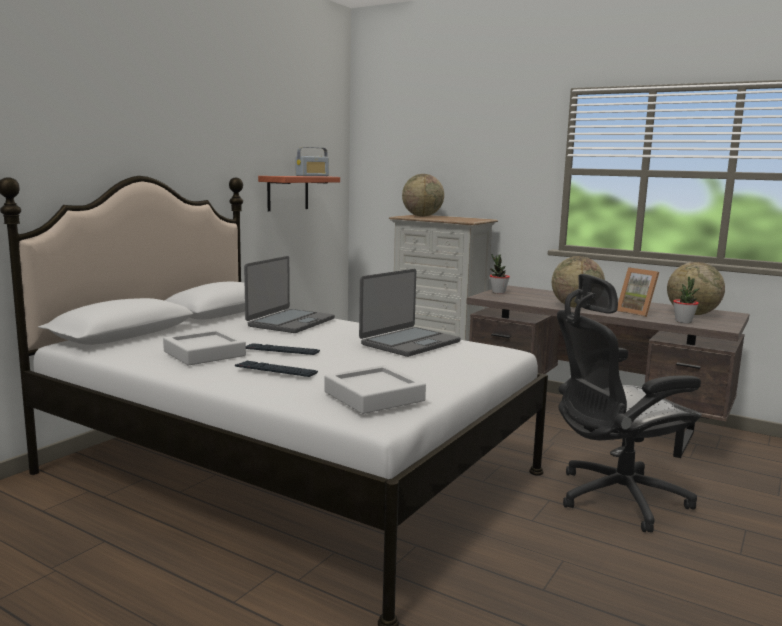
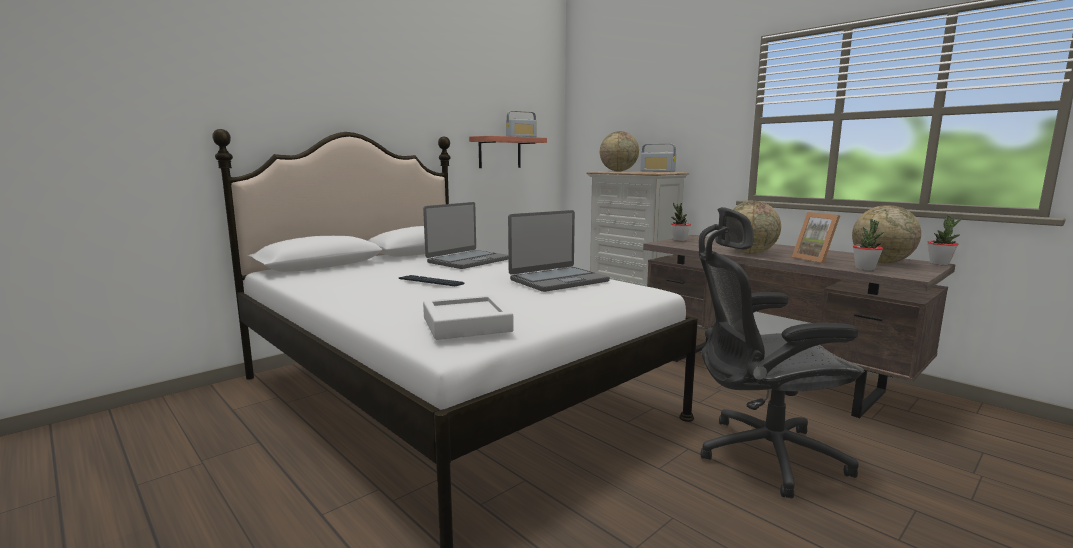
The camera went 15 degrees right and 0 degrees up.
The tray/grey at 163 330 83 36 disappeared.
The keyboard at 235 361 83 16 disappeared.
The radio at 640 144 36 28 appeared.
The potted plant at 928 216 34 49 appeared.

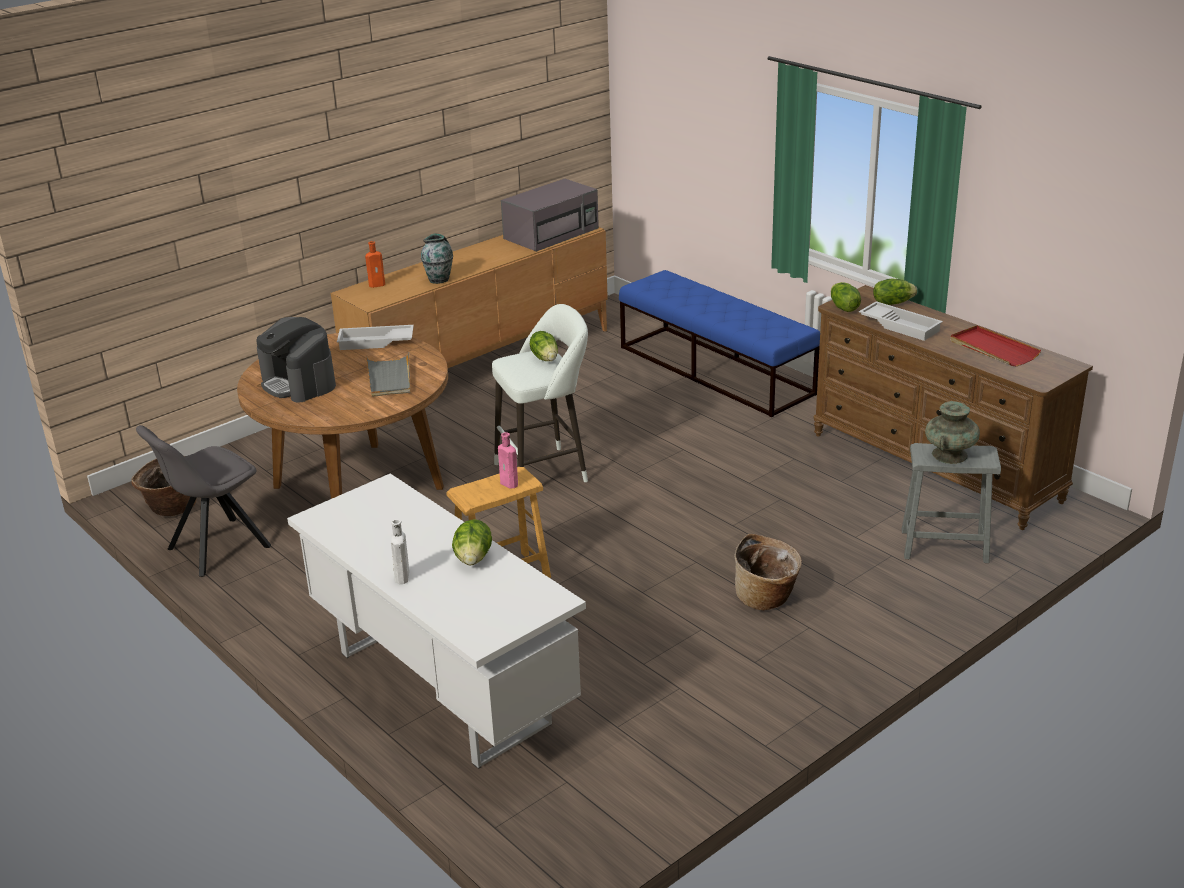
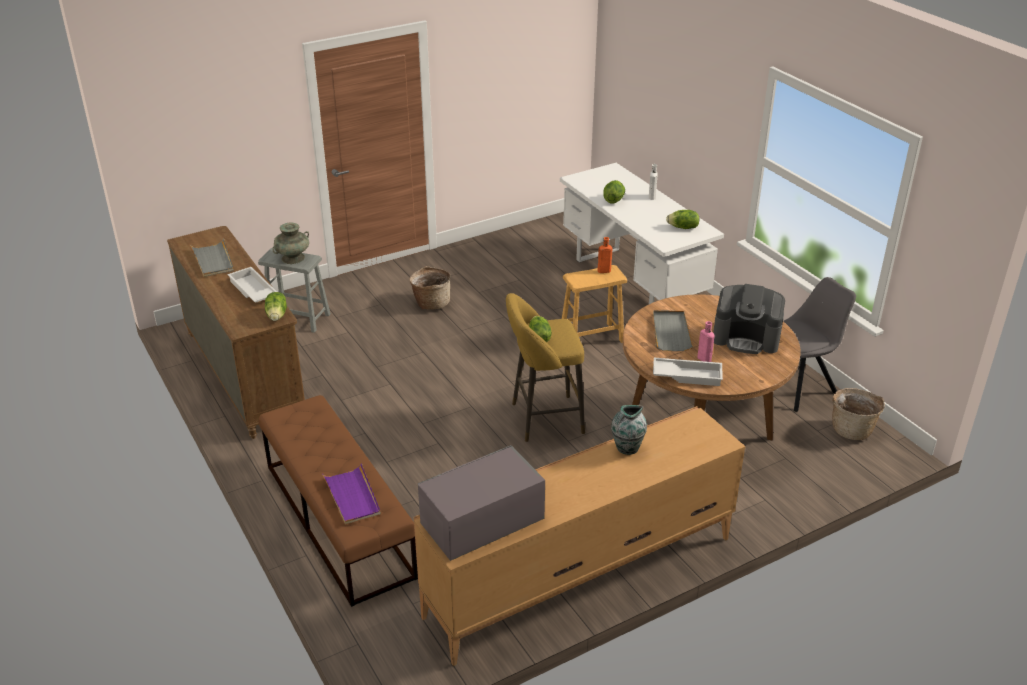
The camera went 170 degrees left and 5 degrees up.
The bottle/orange moved from 365 241 20 47 to 597 237 15 36.
The bench/blue at 619 270 201 147 became the bench/brown at 259 395 159 212.
The lettuce moved from 873 278 44 27 to 666 210 34 19.
The stool/white at 492 304 96 178 became the stool/yellow at 506 293 79 149.
The coffee machine at 256 317 80 86 turned 135 degrees clockwise.
The tray/red at 950 325 91 42 became the tray/grey at 190 239 44 38.
The bottle/pink moved from 498 432 20 57 to 697 321 18 41.
The tray/purple at 322 463 59 61 appeared.

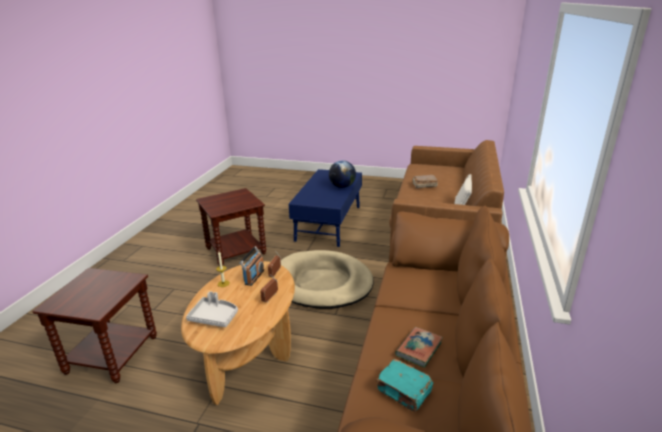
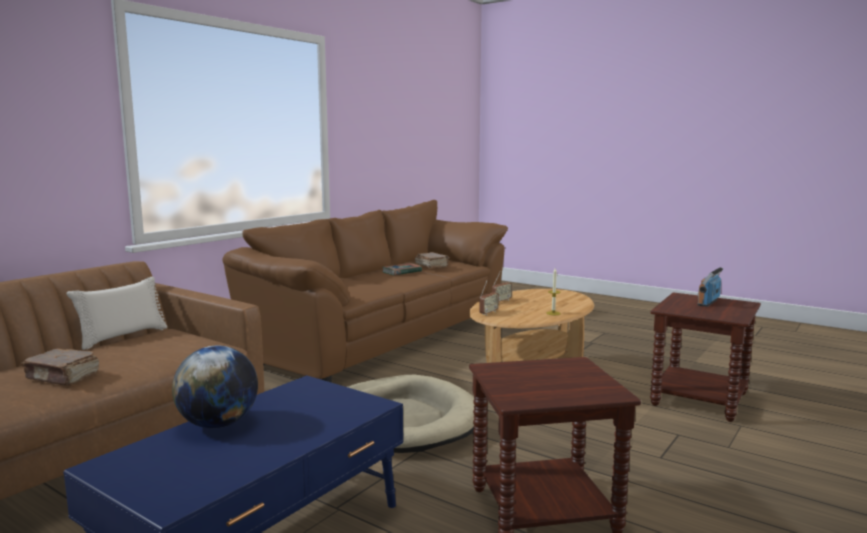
The camera went 160 degrees left and 15 degrees down.
The radio moved from 240 246 24 40 to 697 267 26 40.
The tray/grey at 186 292 52 35 disappeared.
The book/turquoise at 376 359 57 53 became the book/brown at 415 252 34 16.

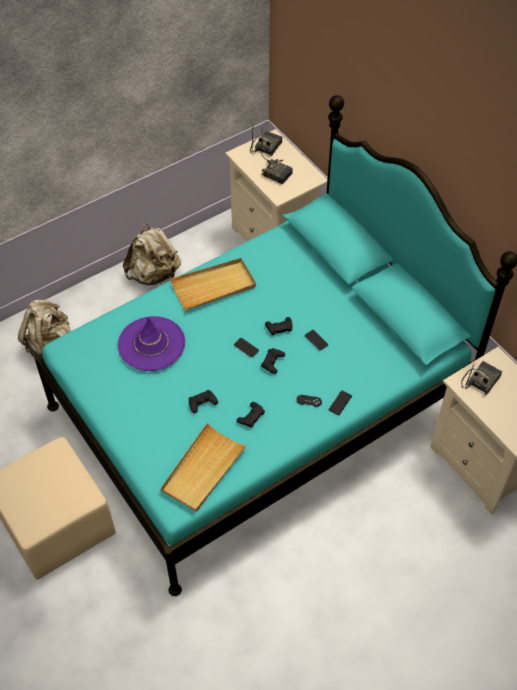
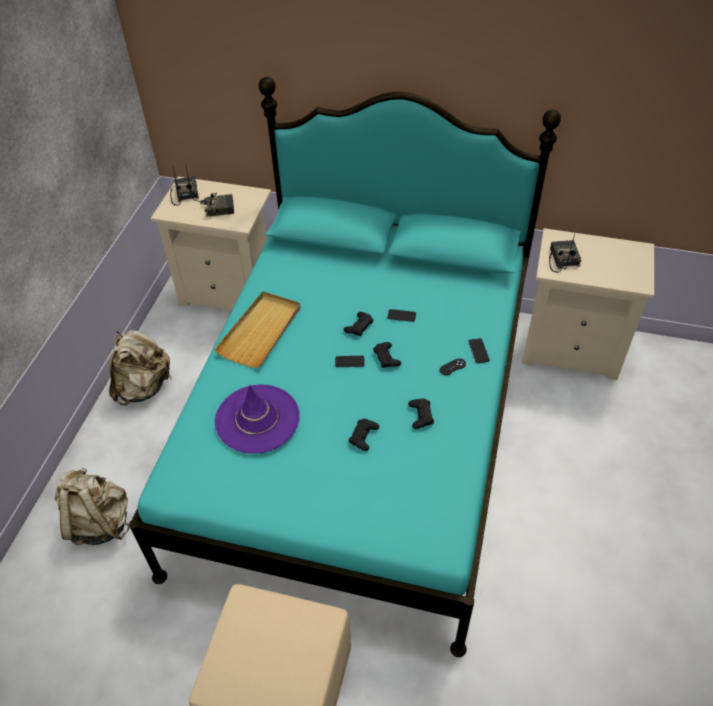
The camera went 40 degrees left and 5 degrees down.
The tray/beige at 161 423 86 89 disappeared.

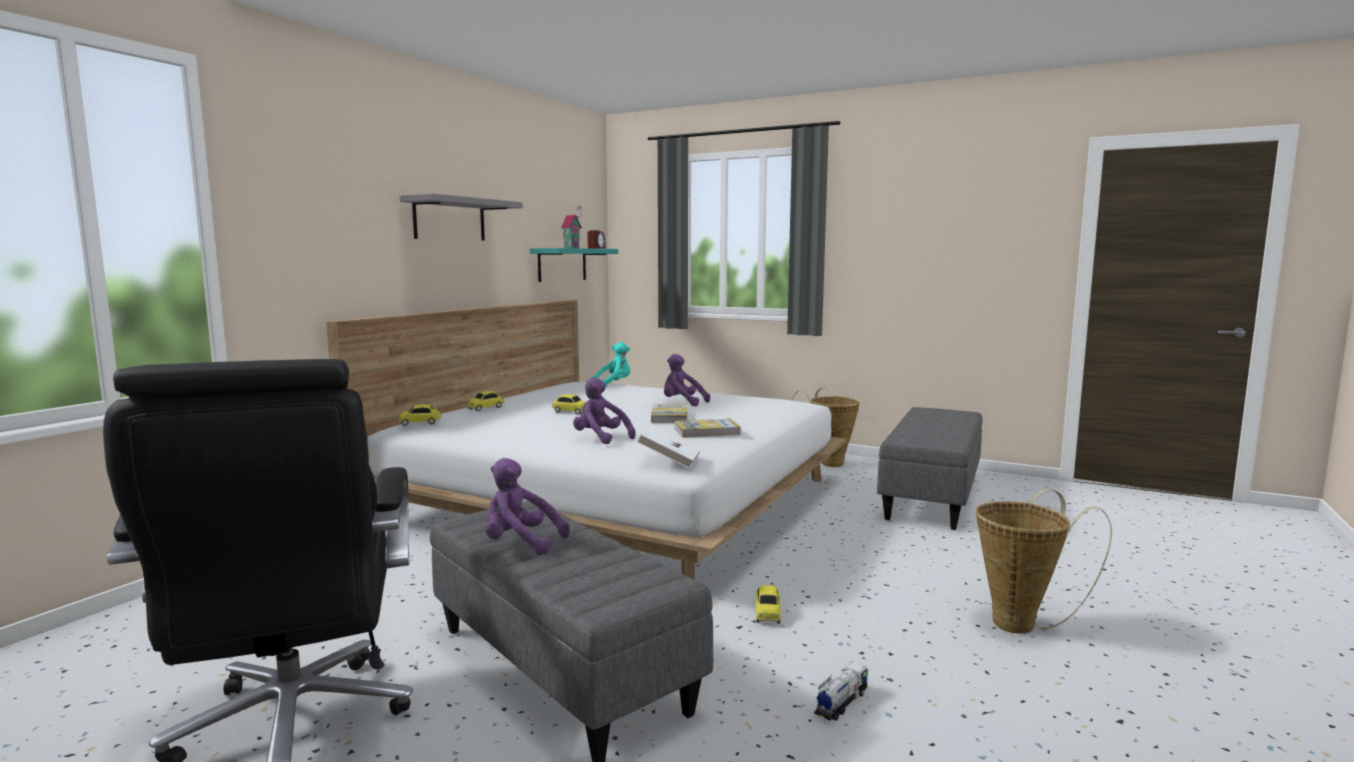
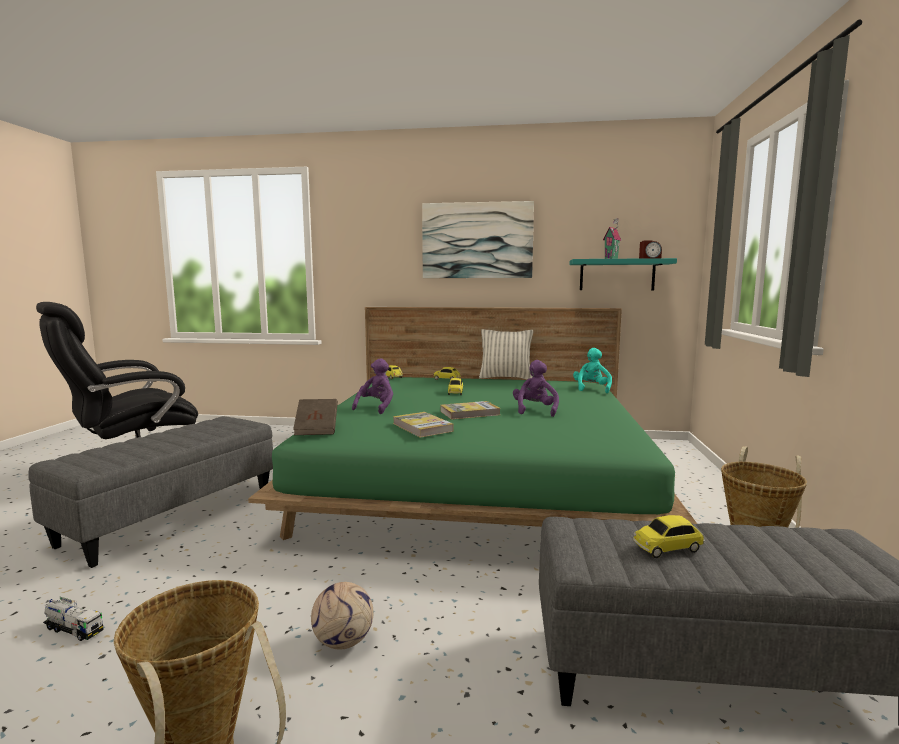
The camera went 70 degrees right and 0 degrees up.
The shelf/grey at 400 193 123 48 was replaced by the picture at 422 201 112 77.
The bed/white at 326 300 521 280 became the bed/green at 248 307 449 233.
The plush toy/turquoise at 592 342 38 45 turned 120 degrees counterclockwise.
The book/white at 637 425 64 43 became the book/brown at 293 399 45 36.
The plush toy/purple at 485 458 85 97 disappeared.
The toy car moved from 755 585 26 38 to 633 515 71 43.
The pillow at 479 329 54 50 appeared.
The football at 311 582 63 68 appeared.

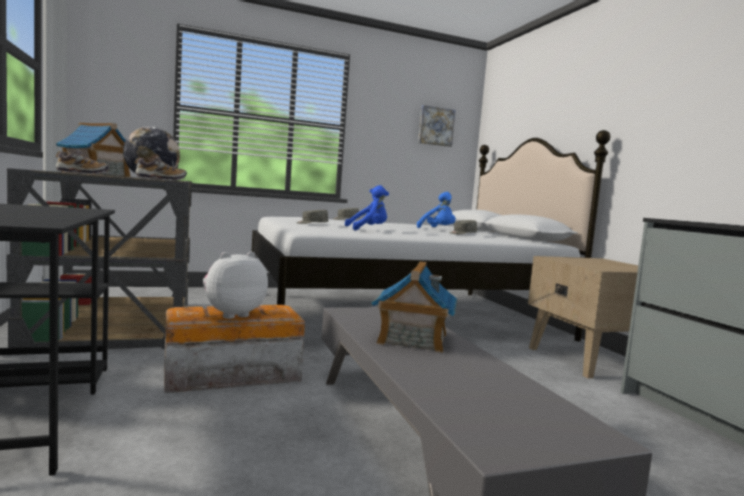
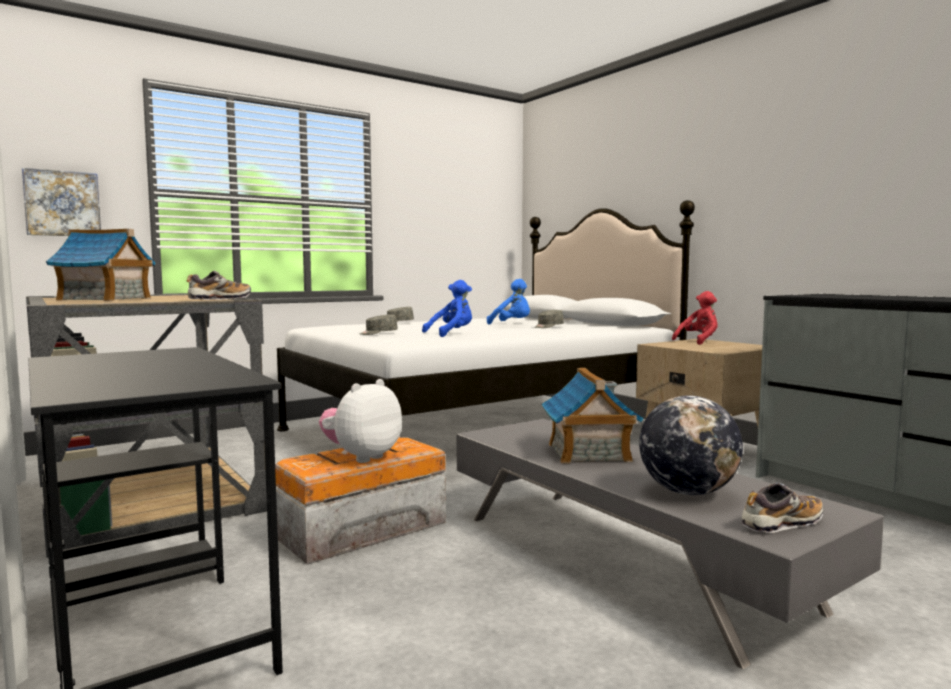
The camera went 15 degrees left and 0 degrees up.
The picture moved from 418 105 37 42 to 22 168 79 68.
The globe moved from 123 127 57 53 to 639 395 104 100.
The shoe moved from 56 150 53 24 to 741 483 82 50.
The plush toy/red at 672 291 46 54 appeared.

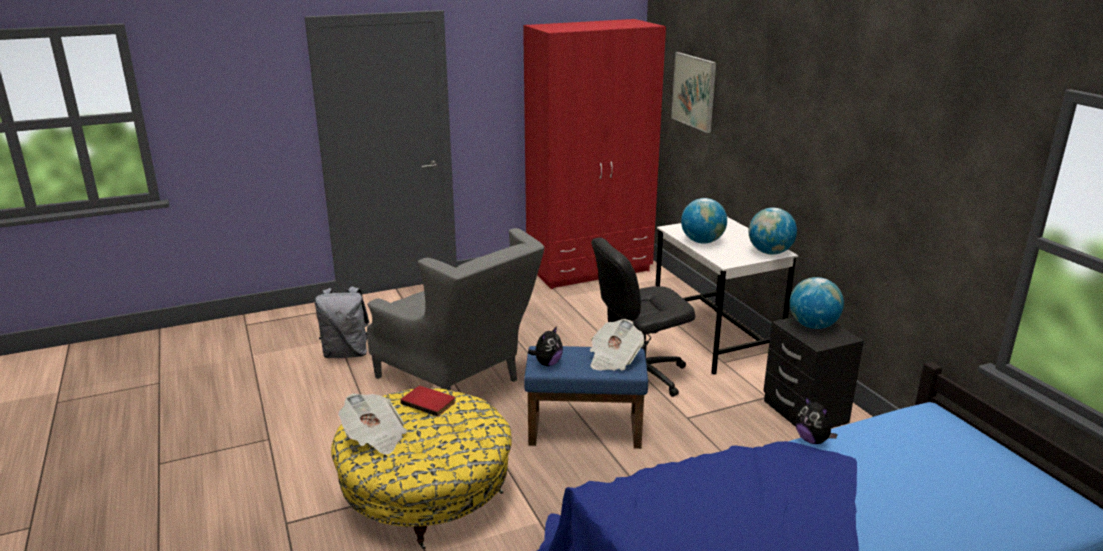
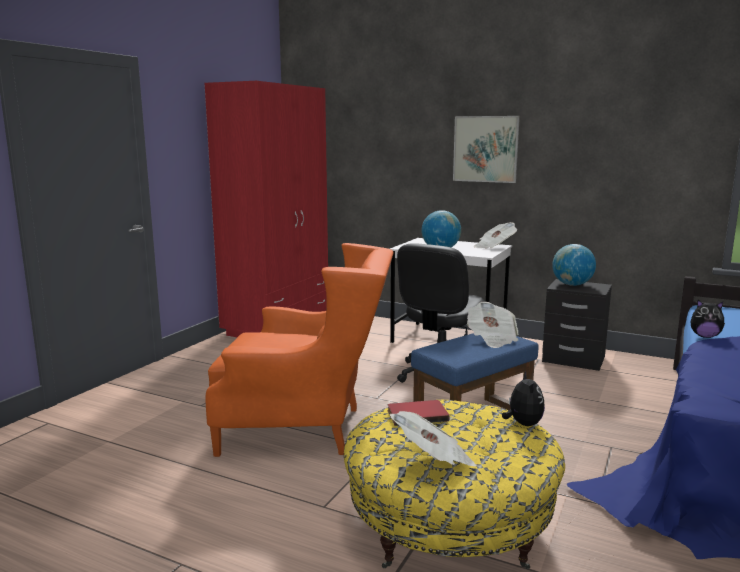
The camera went 40 degrees left and 10 degrees down.
The picture moved from 671 52 45 81 to 453 116 67 67.
The globe at 749 208 48 47 was replaced by the newspaper at 474 222 43 26.
The armchair/grey at 367 228 177 162 became the armchair/orange at 206 243 188 214.
The backpack/grey at 315 286 54 72 disappeared.
The plush toy moved from 528 326 35 40 to 502 372 43 54.

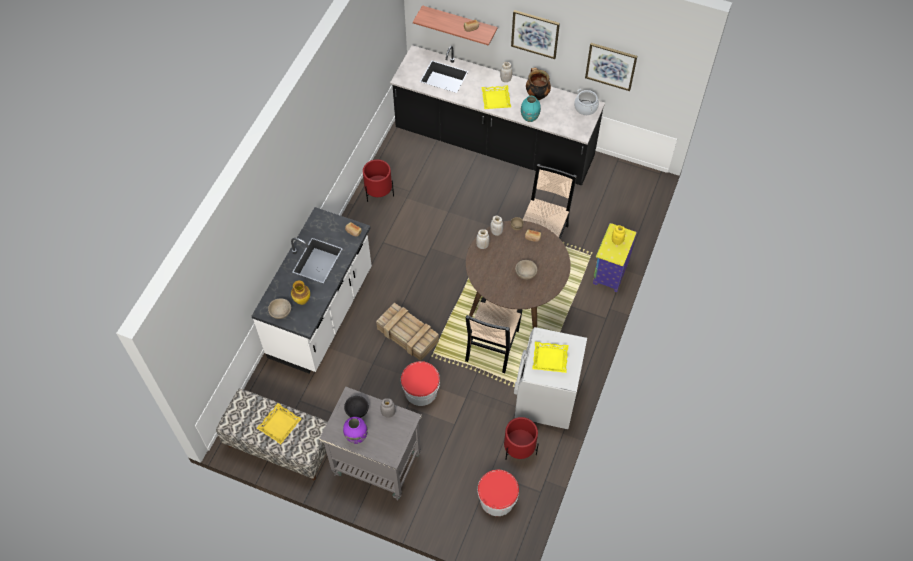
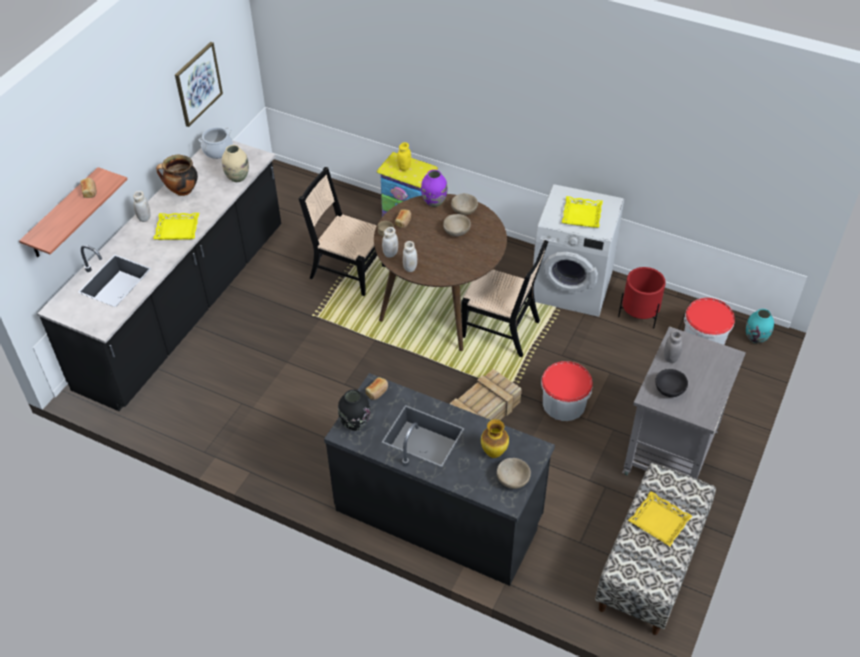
The camera went 85 degrees left and 10 degrees down.
The picture at 511 10 49 49 disappeared.
The vase/turquoise moved from 521 96 20 26 to 746 309 28 35.
The planter/red at 363 159 31 43 disappeared.
The counter/white at 252 207 120 166 became the counter/black at 324 373 231 213.
The vase/purple moved from 343 417 25 27 to 421 170 26 37.
The vase/beige at 222 145 27 37 appeared.
The bowl/beige at 451 193 27 22 appeared.
The vase/black at 338 389 32 42 appeared.

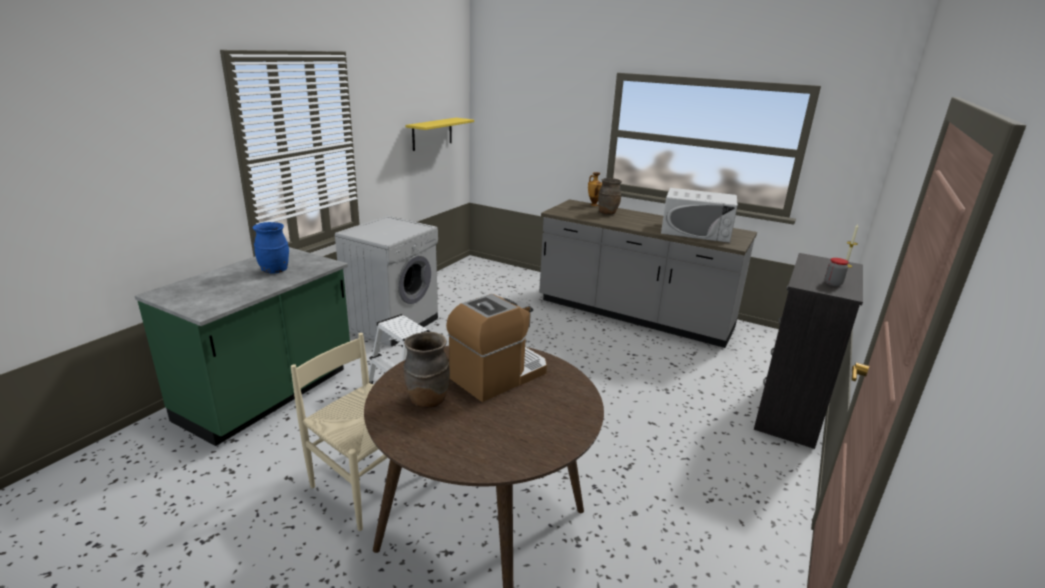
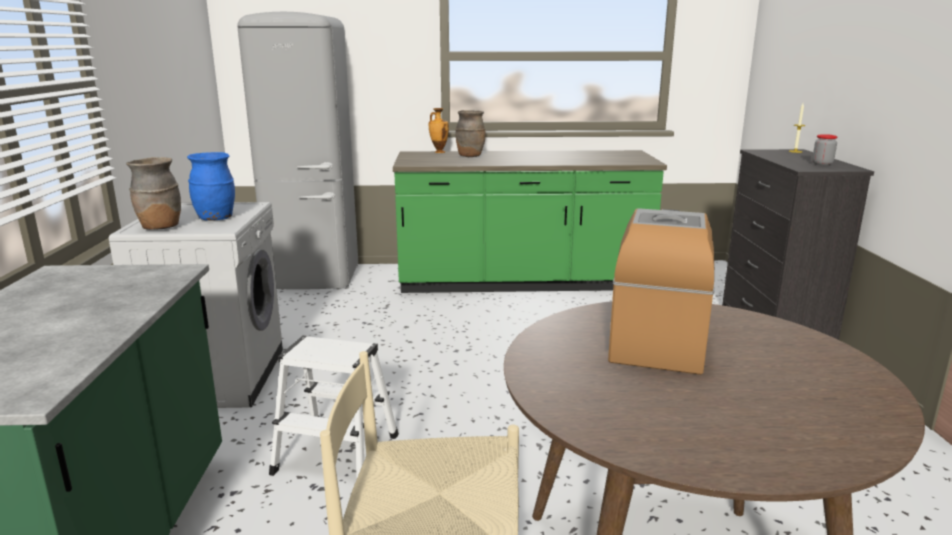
The camera went 30 degrees left and 5 degrees down.
The shelf/yellow at 406 118 68 33 disappeared.
The microwave/white at 661 188 77 55 disappeared.
The counter/grey at 539 199 218 149 became the counter/green at 393 150 274 143.
The vase/blue moved from 252 222 37 52 to 187 152 48 69.
The vase/brown moved from 403 332 47 75 to 126 157 55 73.
The fridge/grey at 237 12 121 277 appeared.

